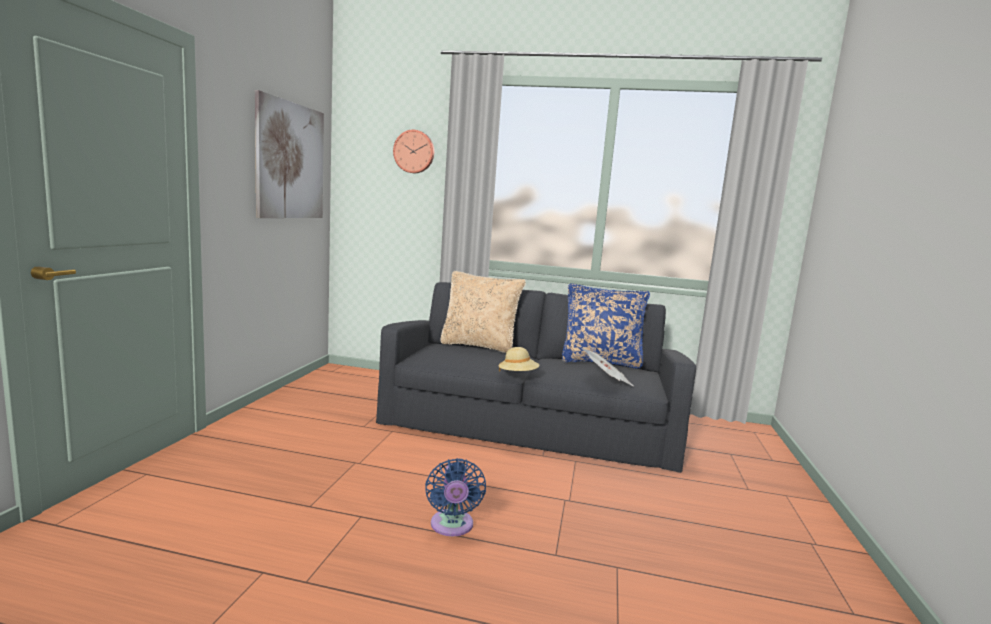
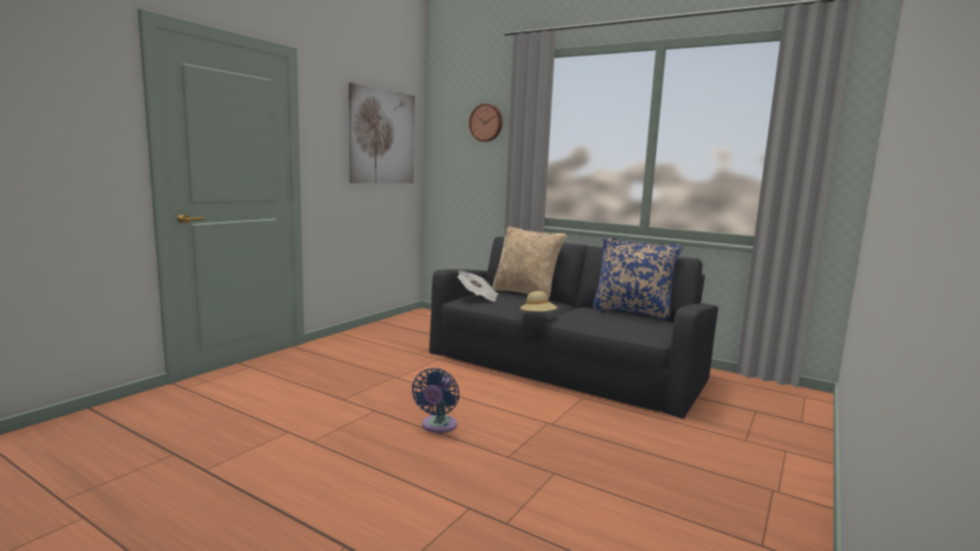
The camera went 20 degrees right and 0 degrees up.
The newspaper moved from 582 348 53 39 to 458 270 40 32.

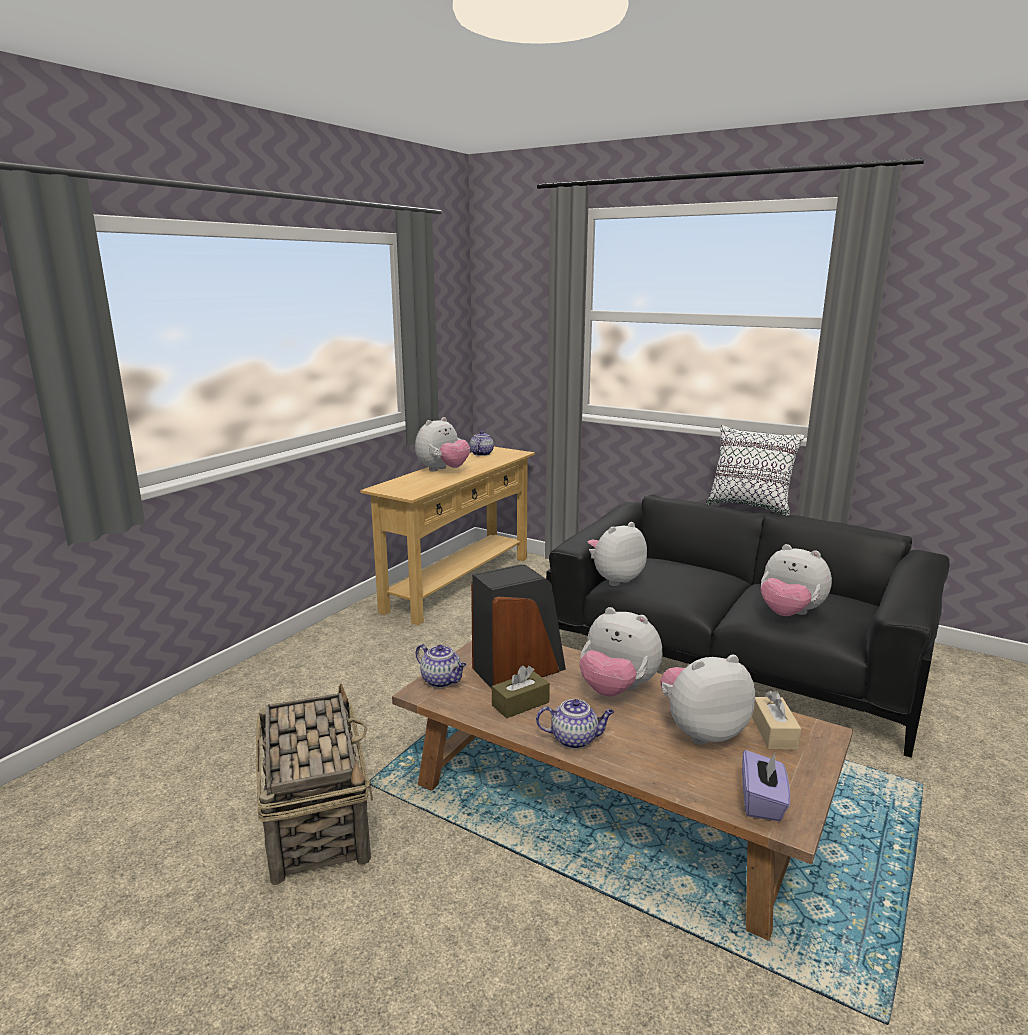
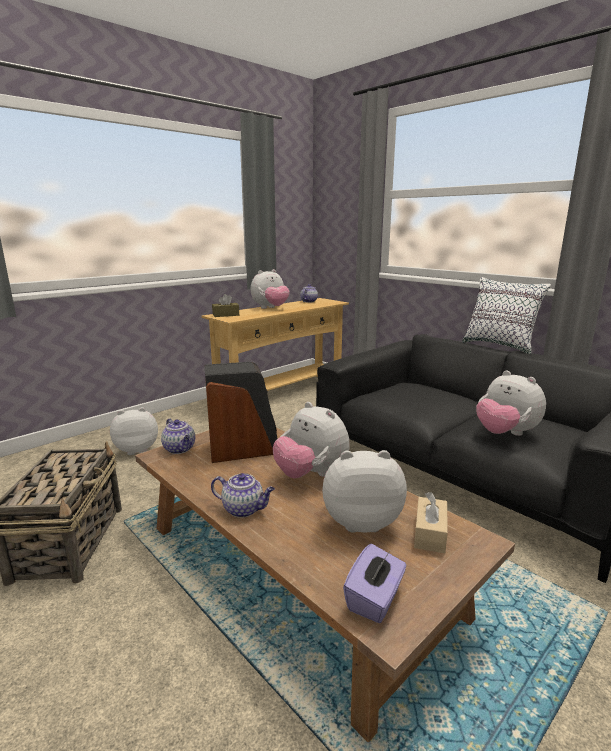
The camera went 15 degrees right and 0 degrees up.
The plush toy moved from 587 522 60 64 to 110 407 48 48.
The tissue box/brown moved from 492 666 58 52 to 212 294 27 23.

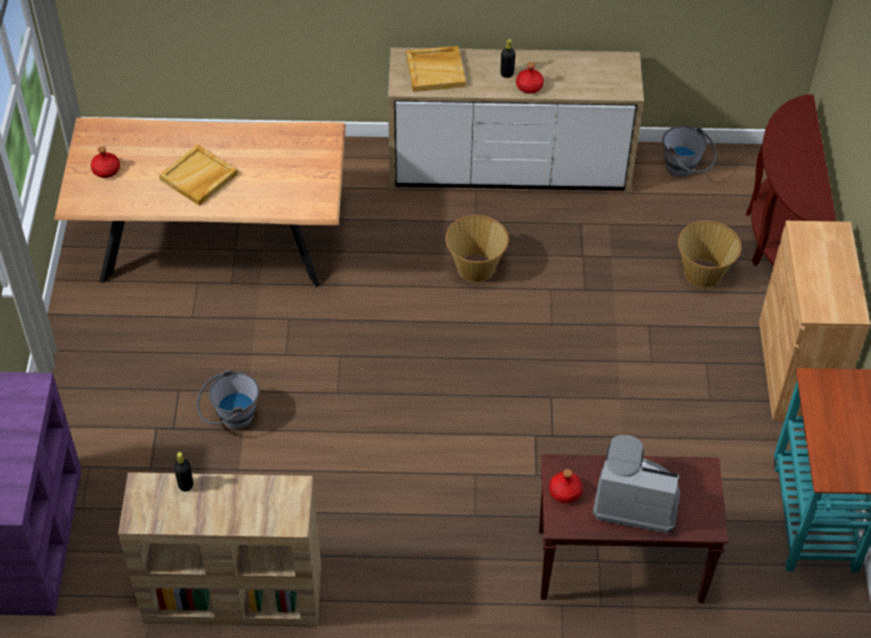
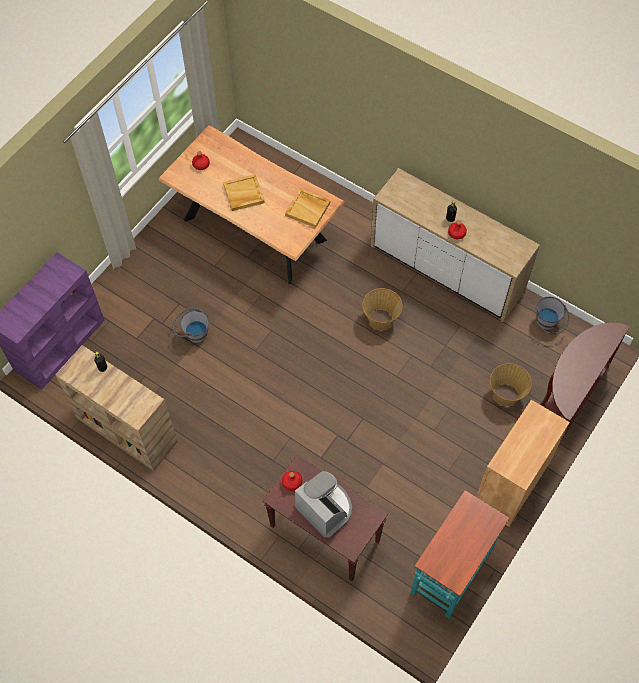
The camera went 35 degrees right and 10 degrees up.
The tray/beige moved from 406 46 60 46 to 285 188 46 40.

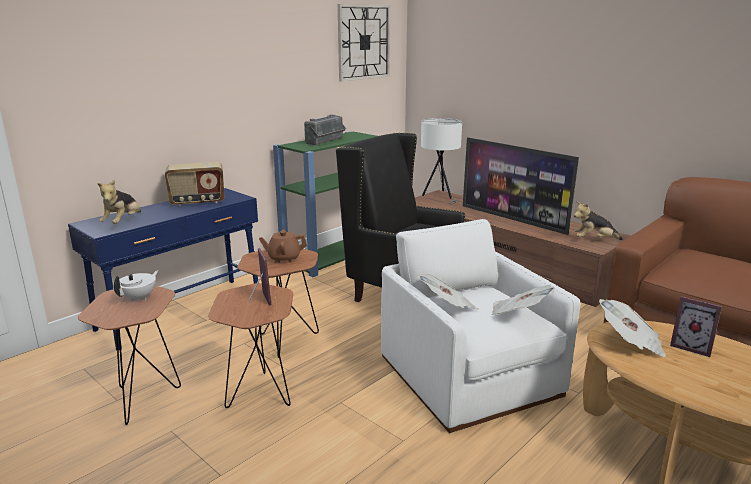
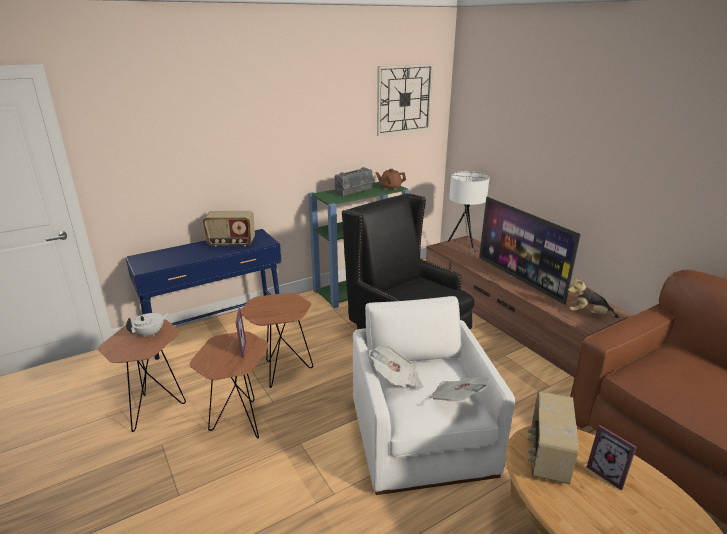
The camera went 15 degrees right and 5 degrees up.
The plush toy at 97 180 44 44 disappeared.
The teapot/brown moved from 259 229 48 34 to 376 169 30 21.
The newspaper at 599 299 67 58 was replaced by the radio at 528 391 51 93.

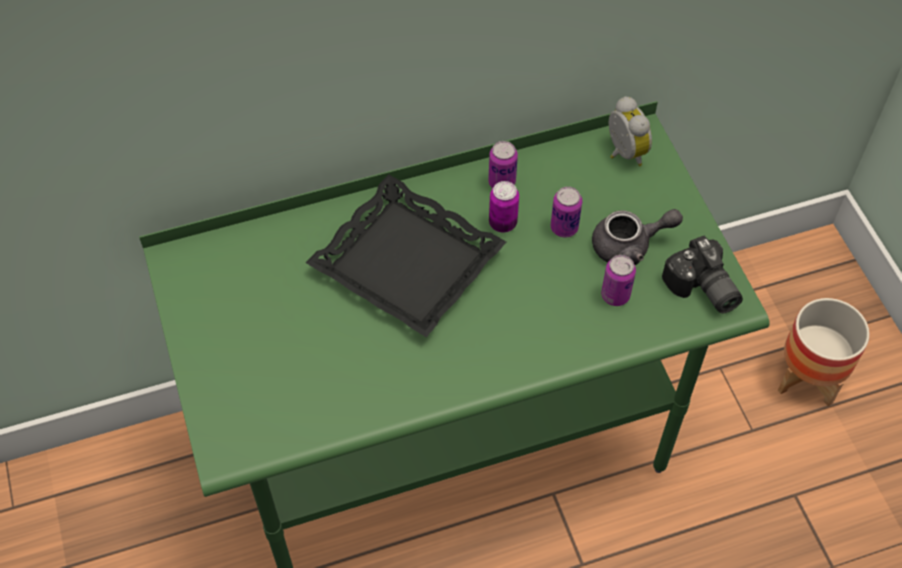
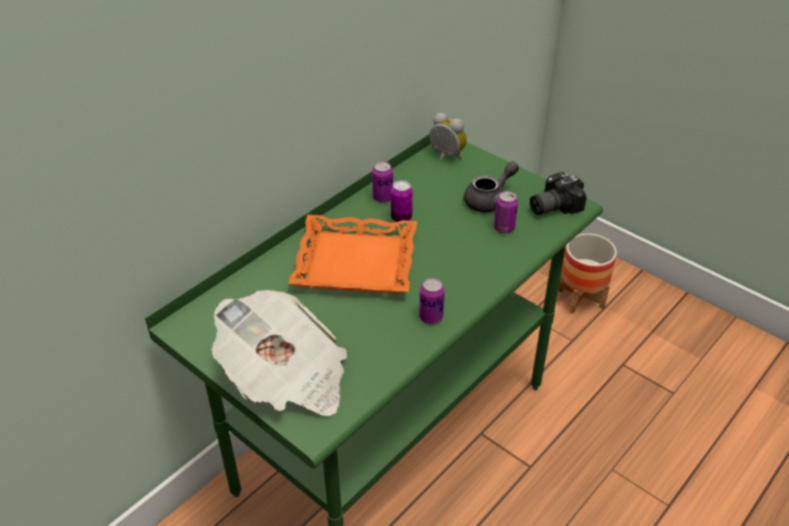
The camera went 30 degrees left and 15 degrees down.
The tray/black at 306 174 200 163 became the tray/orange at 288 215 129 78.
The can moved from 551 186 31 52 to 419 278 26 46.
The photo camera at 662 235 81 79 turned 120 degrees clockwise.
The newspaper at 211 290 136 126 appeared.

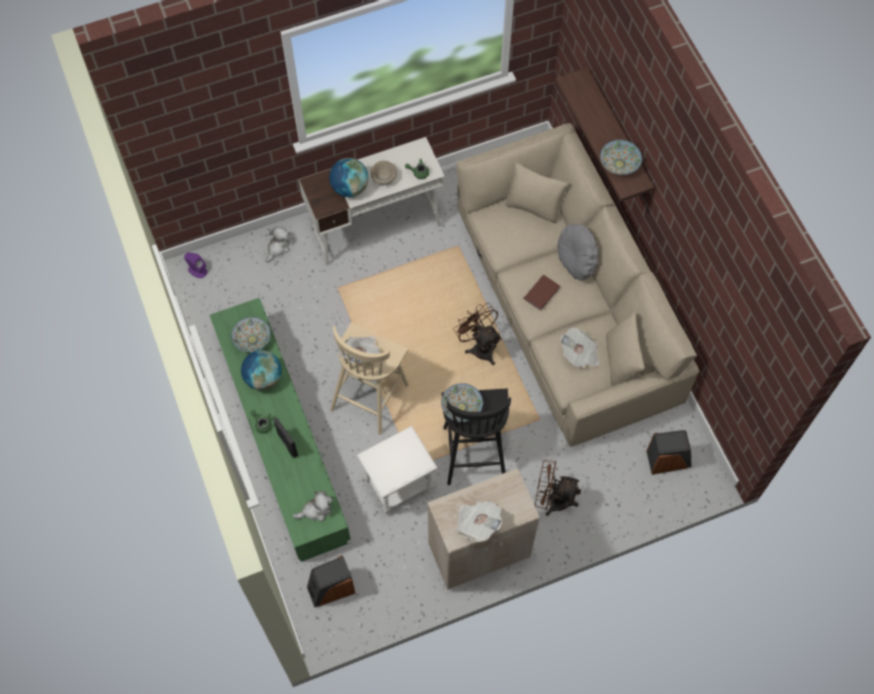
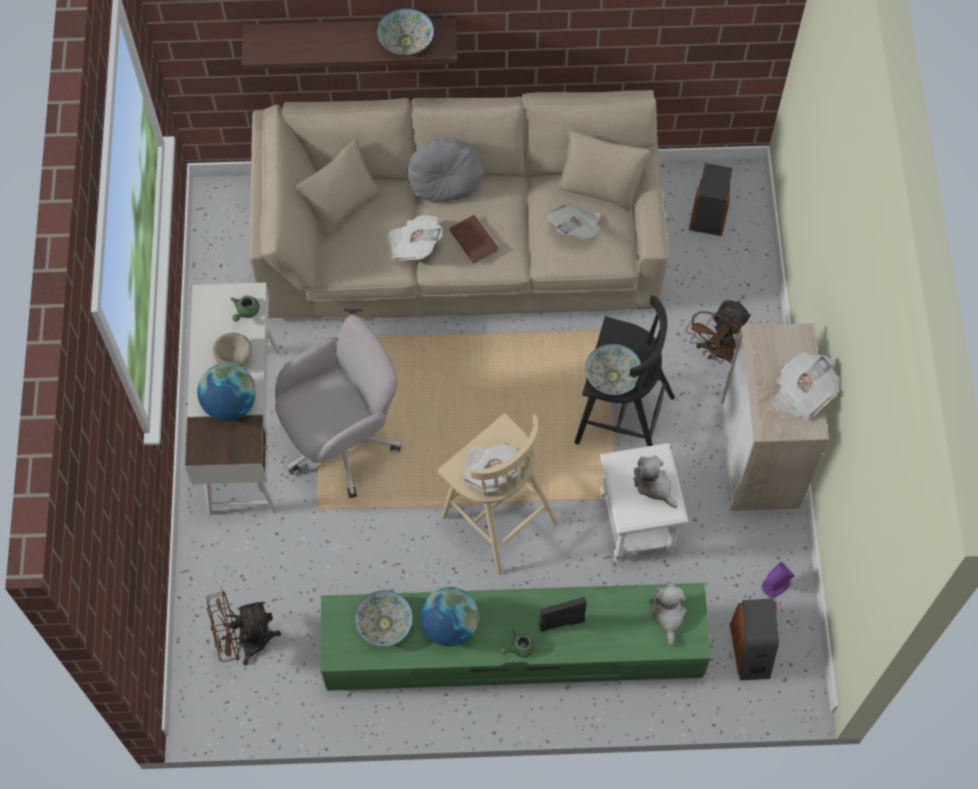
The camera went 70 degrees left and 0 degrees up.
The plush toy moved from 265 227 25 35 to 633 456 44 52.
The speaker/purple moved from 184 252 23 26 to 762 562 32 35.
The fan/brown moved from 453 303 49 62 to 206 591 75 75.
The newspaper at 388 215 54 46 appeared.
The office chair/grey at 275 315 126 183 appeared.

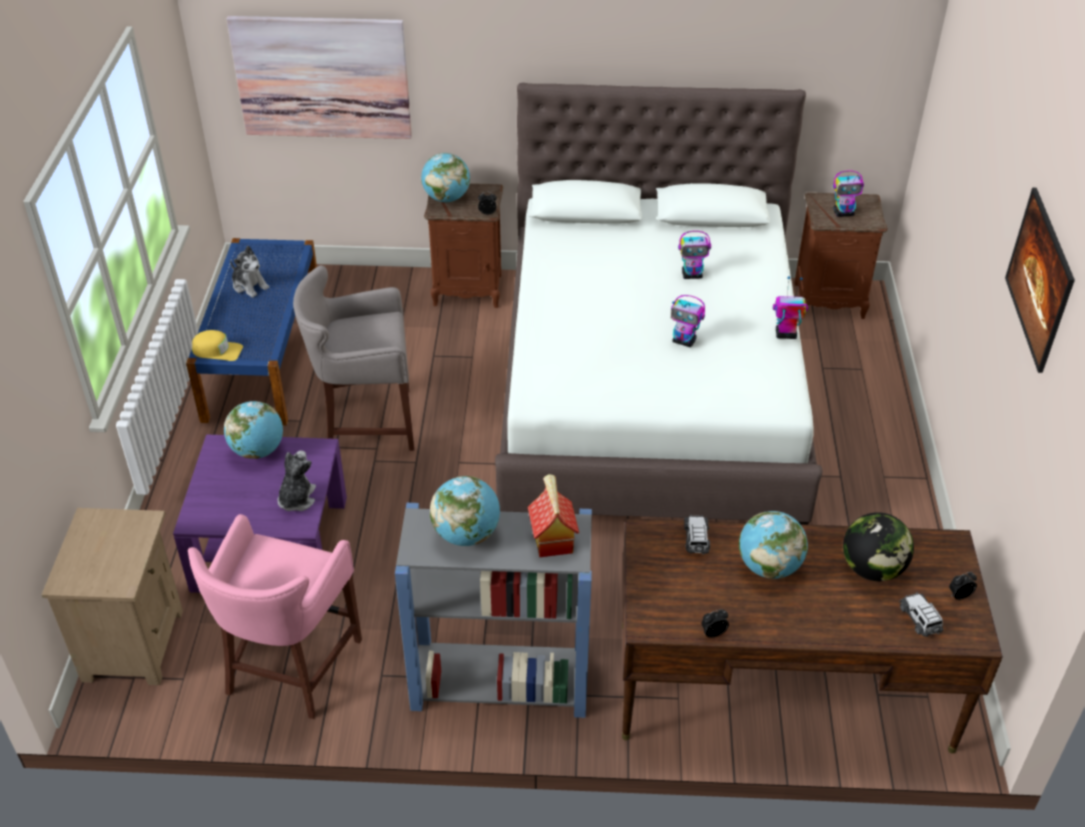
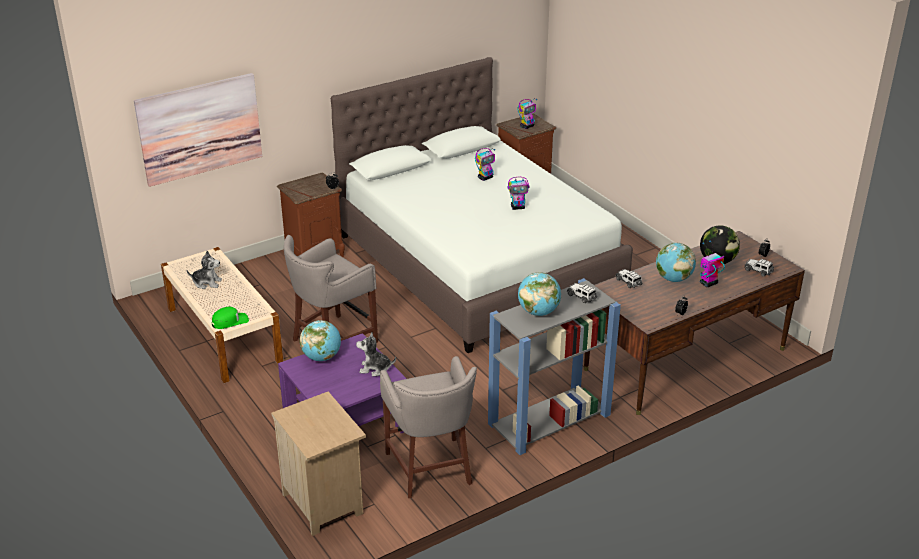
The camera went 35 degrees left and 10 degrees down.
The globe at 421 153 49 49 disappeared.
The picture at 1005 188 70 185 disappeared.
The bench/blue at 186 238 131 188 became the bench/beige at 161 247 122 136.
The toy robot moved from 773 276 35 63 to 700 240 25 47.
The cap/yellow at 192 330 51 31 became the cap/green at 212 307 37 22.
The plush toy at 278 450 38 61 turned 60 degrees counterclockwise.
The toy house at 527 474 52 83 was replaced by the toy car at 567 283 30 20.
The stool/pink at 188 514 174 205 became the stool/grey at 380 356 97 142.

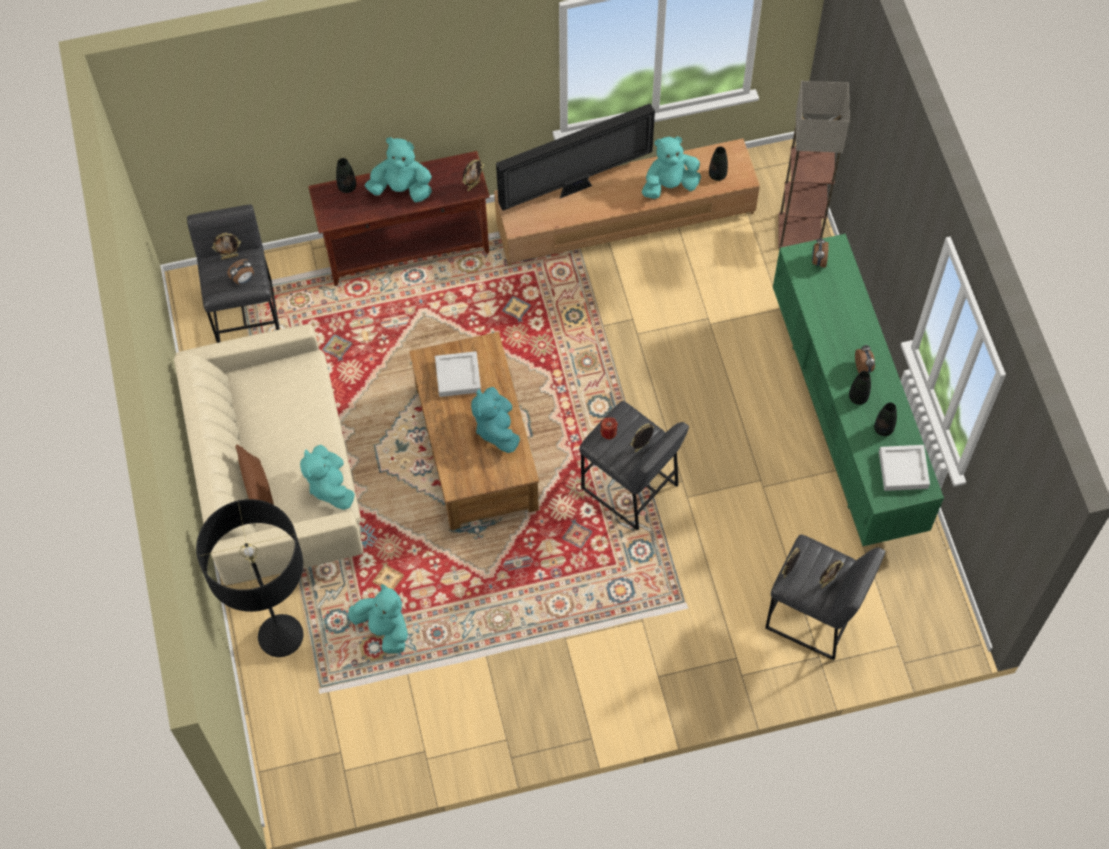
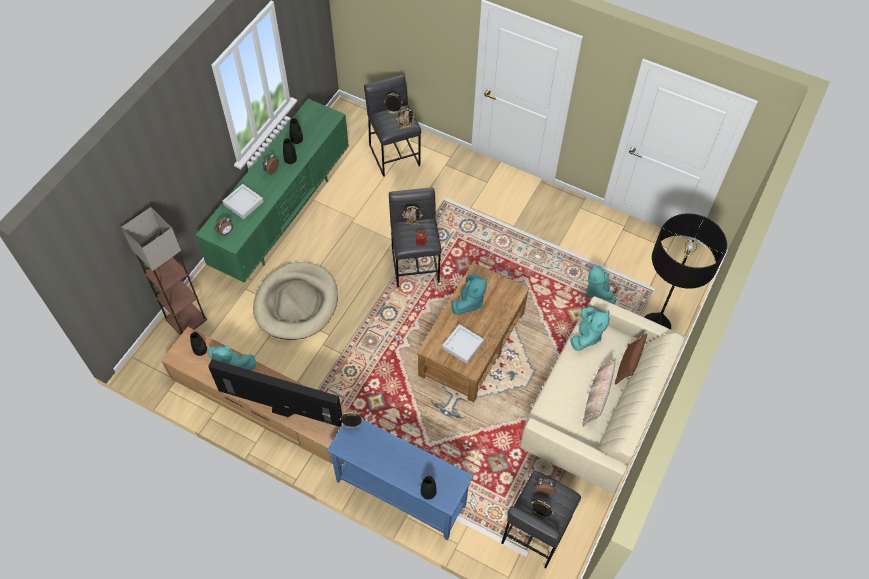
The camera went 140 degrees left and 5 degrees down.
The plush toy/turquoise at 365 137 67 65 disappeared.
The console table/brown at 308 151 182 135 became the console table/blue at 327 420 146 120.
The tray/grey moved from 879 445 51 46 to 223 184 41 35.
The dog bed/beige at 253 262 85 78 appeared.
The pillow at 582 358 34 69 appeared.

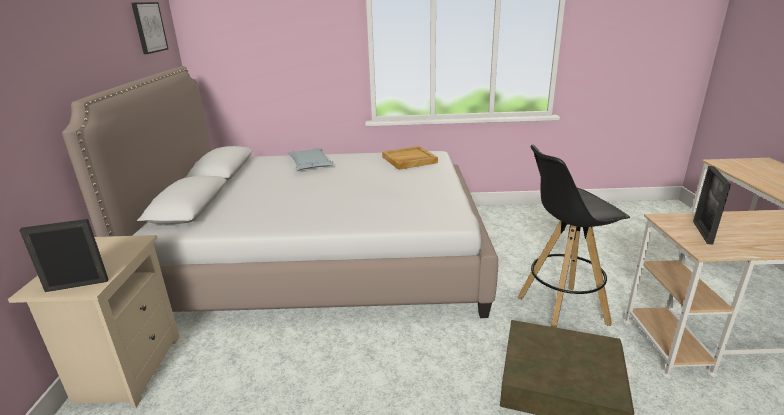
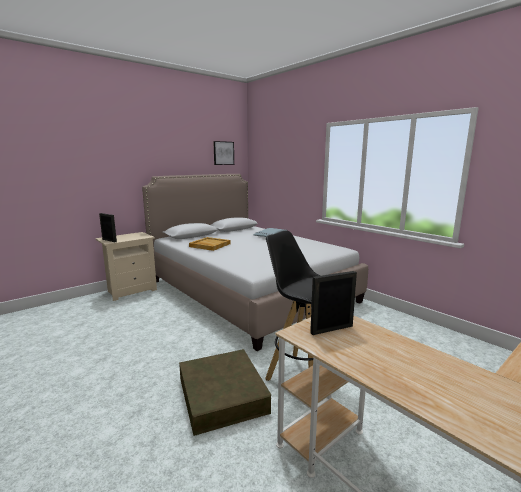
The camera went 50 degrees right and 10 degrees down.
The tray/beige moved from 382 146 56 24 to 189 237 42 14.

